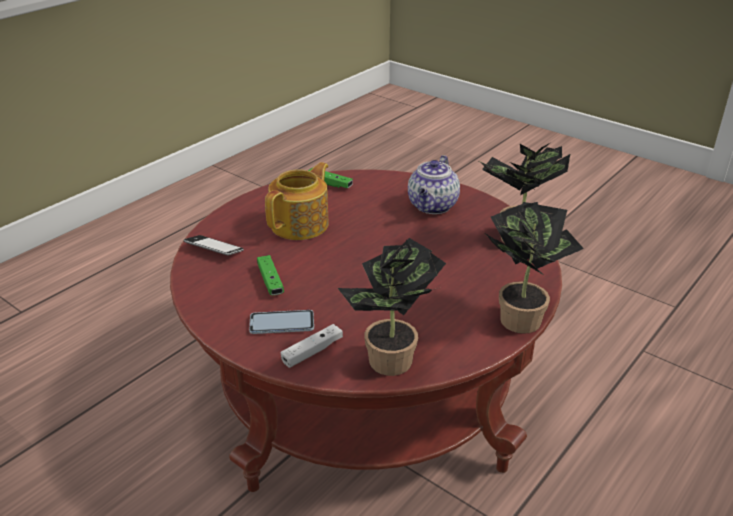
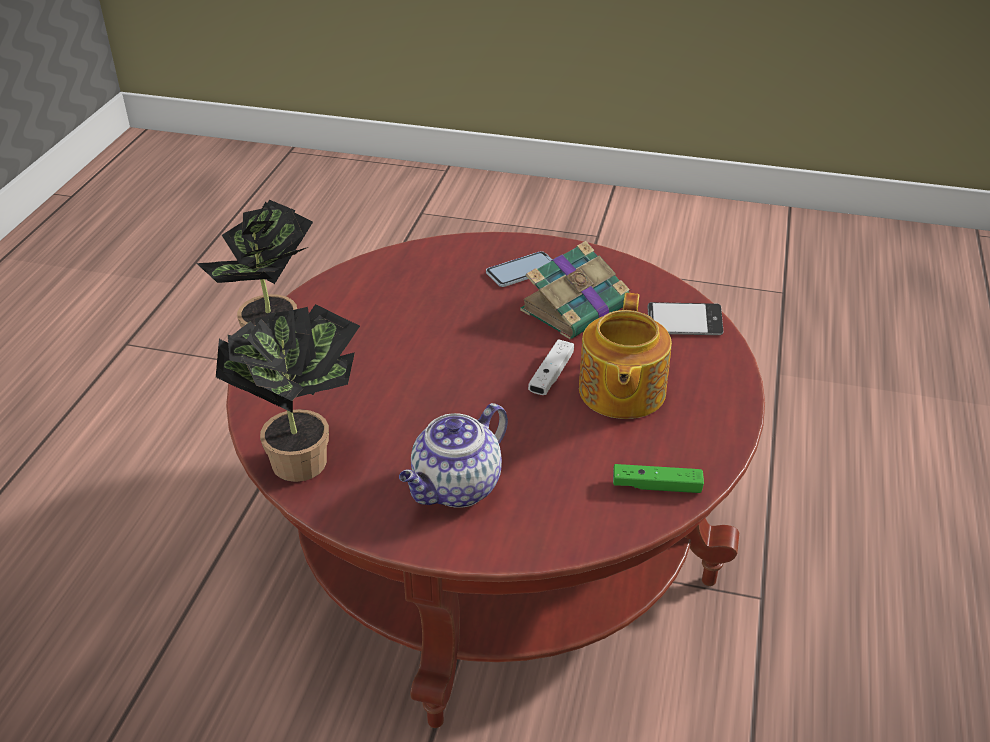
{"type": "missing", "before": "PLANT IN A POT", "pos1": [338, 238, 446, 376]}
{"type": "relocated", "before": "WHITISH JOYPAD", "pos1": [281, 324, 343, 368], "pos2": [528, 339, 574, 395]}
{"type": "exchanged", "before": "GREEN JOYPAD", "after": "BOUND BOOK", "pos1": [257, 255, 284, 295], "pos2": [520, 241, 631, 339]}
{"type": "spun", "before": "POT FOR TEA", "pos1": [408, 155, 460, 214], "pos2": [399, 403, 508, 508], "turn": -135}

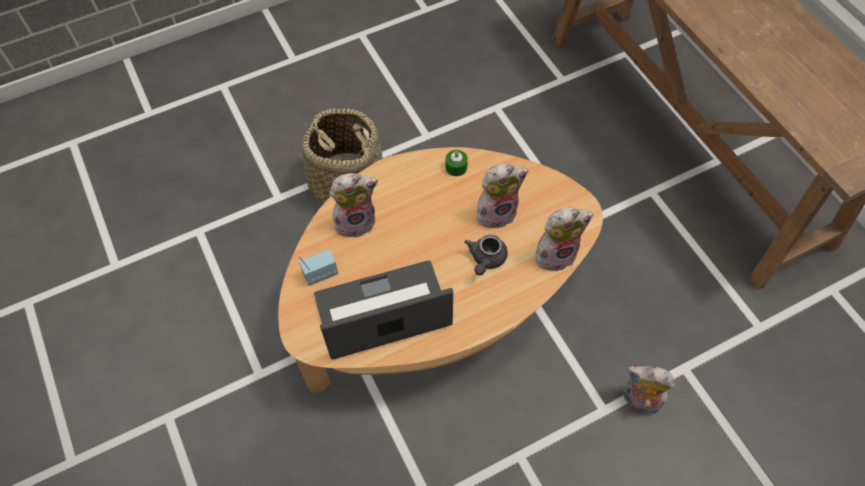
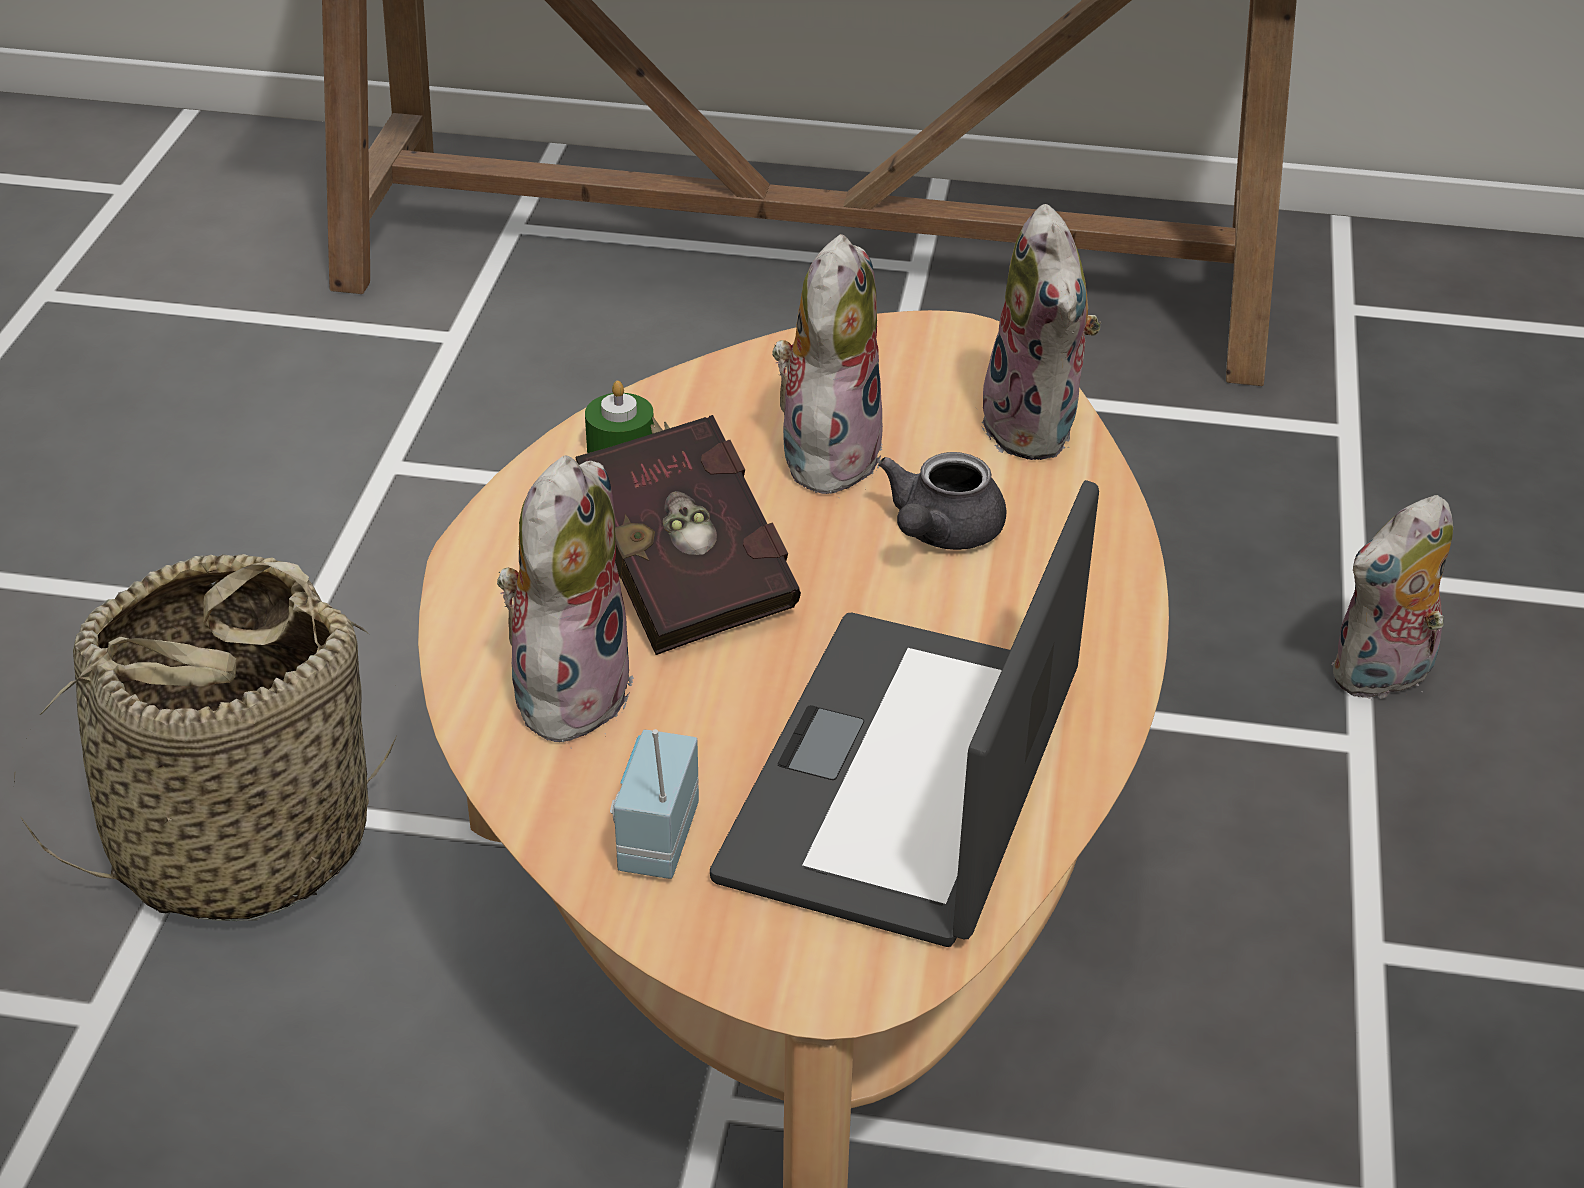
{"type": "appeared", "after": "RED BOUND BOOK", "pos2": [576, 415, 801, 655]}
{"type": "spun", "before": "GREY POT FOR TEA", "pos1": [464, 235, 508, 275], "pos2": [878, 452, 1006, 550], "turn": 60}
{"type": "spun", "before": "SOFT TOY", "pos1": [535, 208, 593, 271], "pos2": [981, 204, 1101, 460], "turn": 150}

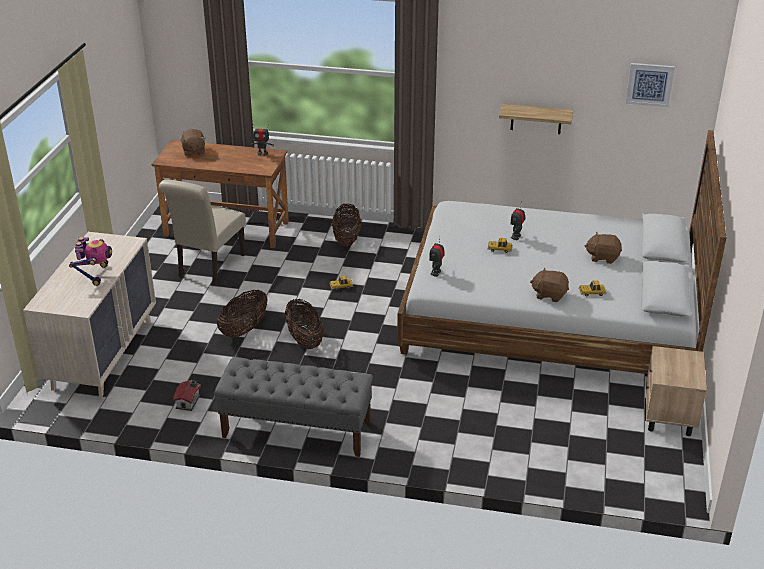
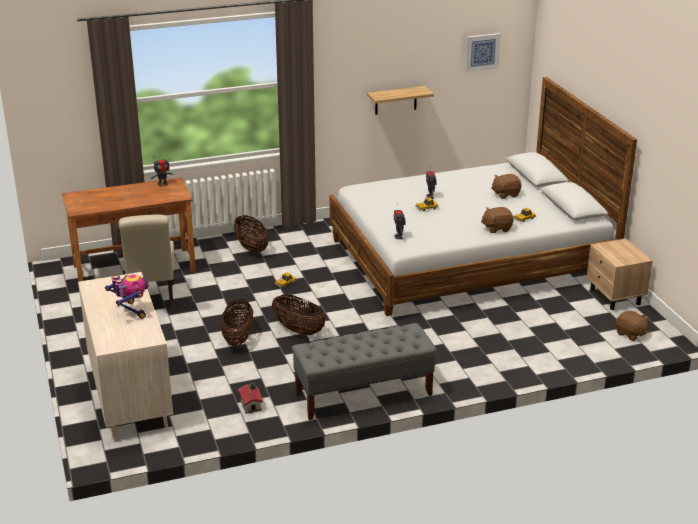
{"type": "relocated", "before": "BROWN SOFT TOY", "pos1": [180, 129, 206, 156], "pos2": [615, 311, 649, 341]}

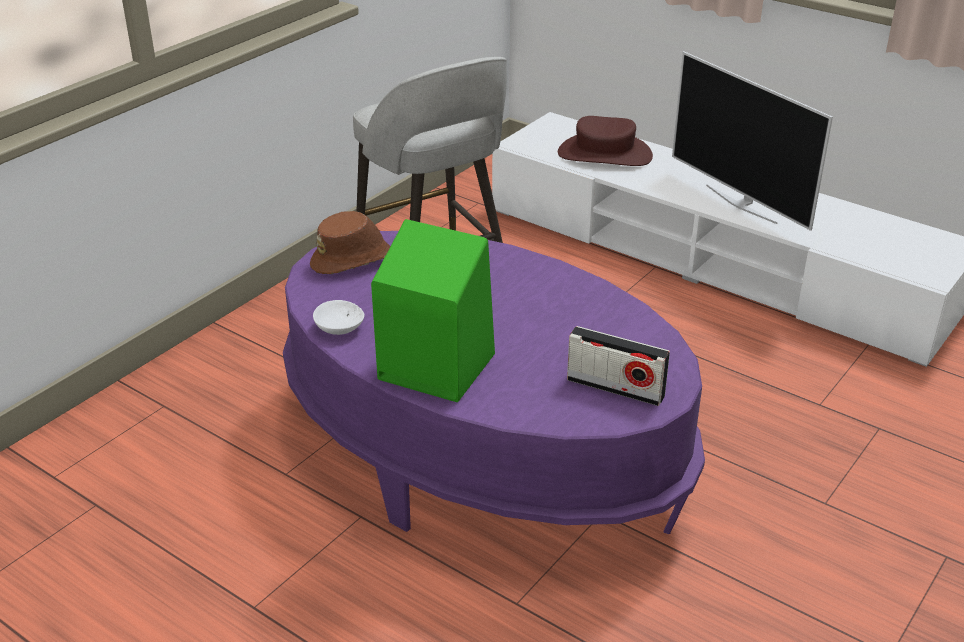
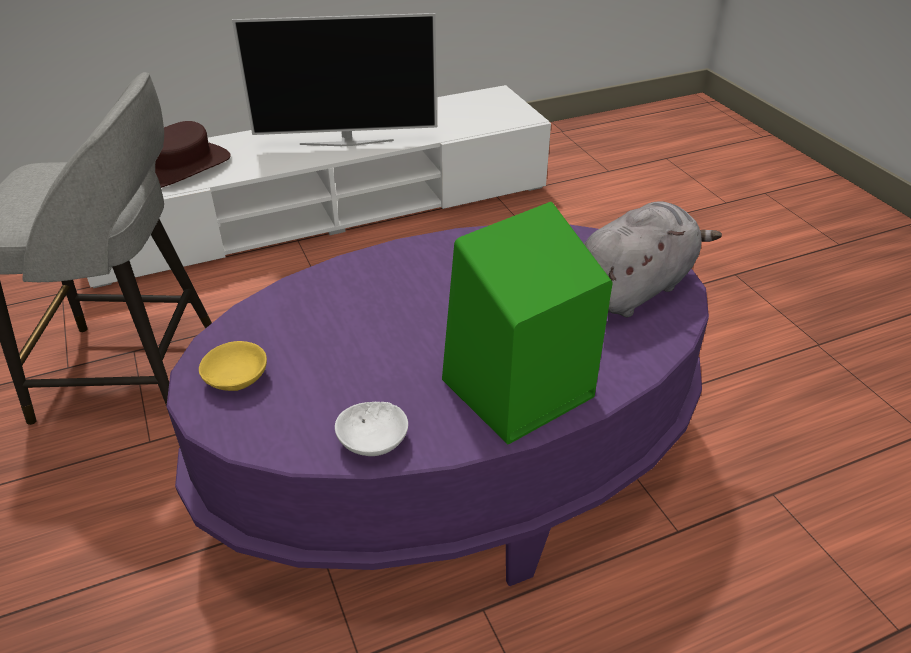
{"type": "exchanged", "before": "BROWN CLOTHING HAT", "after": "YELLOW-COLOURED SERVING BOWL", "pos1": [310, 211, 390, 274], "pos2": [199, 341, 267, 391]}
{"type": "exchanged", "before": "RADIO RECEIVER", "after": "GREY SOFT TOY", "pos1": [567, 326, 670, 406], "pos2": [584, 201, 722, 317]}

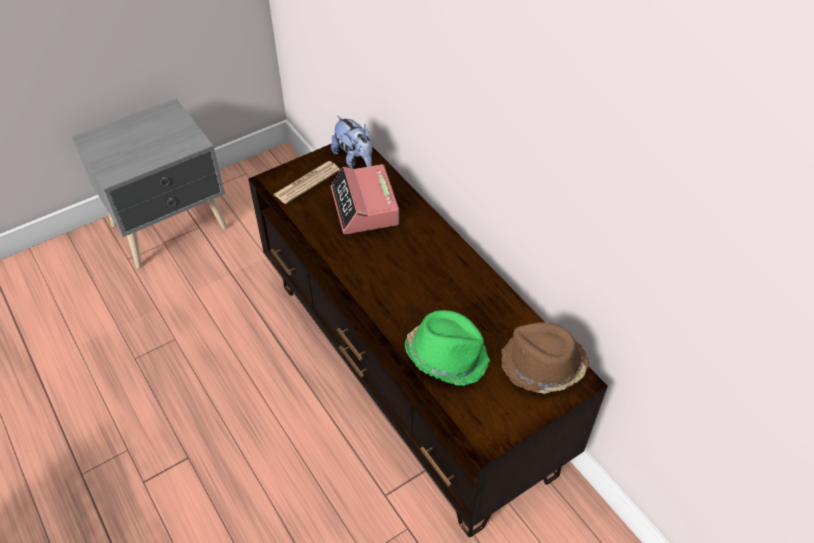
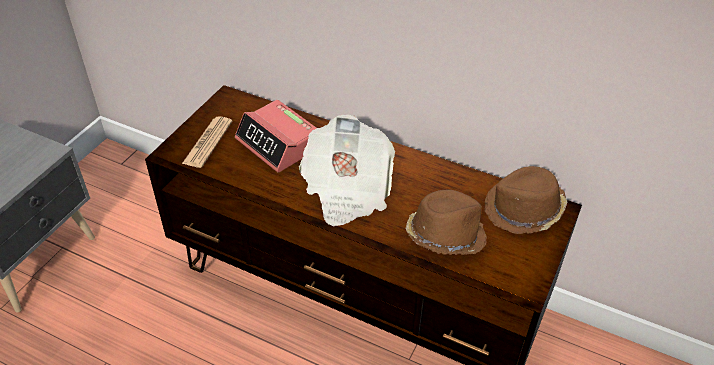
{"type": "missing", "before": "SOFT TOY", "pos1": [331, 115, 372, 169]}
{"type": "appeared", "after": "NEWSPAPER", "pos2": [299, 114, 395, 226]}
{"type": "colour", "before": "GREEN CLOTHING HAT", "after": "BROWN CLOTHING HAT", "pos1": [404, 310, 490, 386], "pos2": [406, 190, 487, 255]}

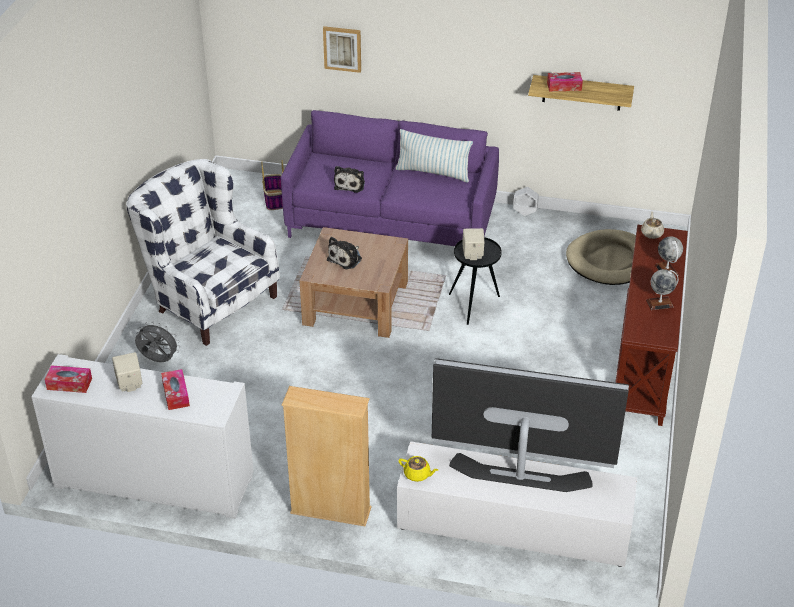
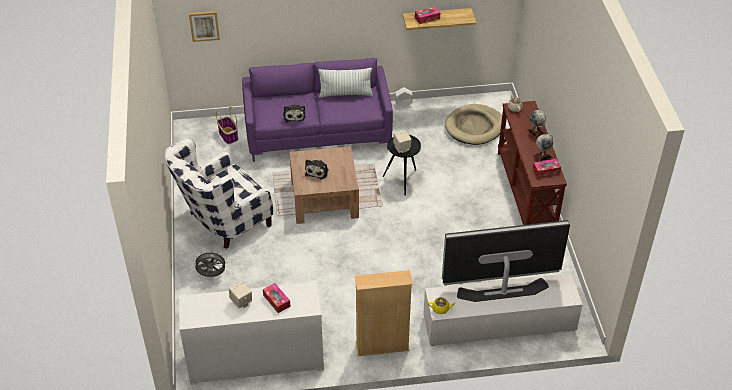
{"type": "relocated", "before": "TISSUE BOX", "pos1": [45, 365, 92, 393], "pos2": [533, 159, 561, 177]}
{"type": "relocated", "before": "WALL PICTURE", "pos1": [323, 26, 361, 73], "pos2": [189, 11, 220, 42]}
{"type": "spun", "before": "WHITISH ARMCHAIR", "pos1": [126, 159, 280, 346], "pos2": [165, 139, 273, 249], "turn": -60}

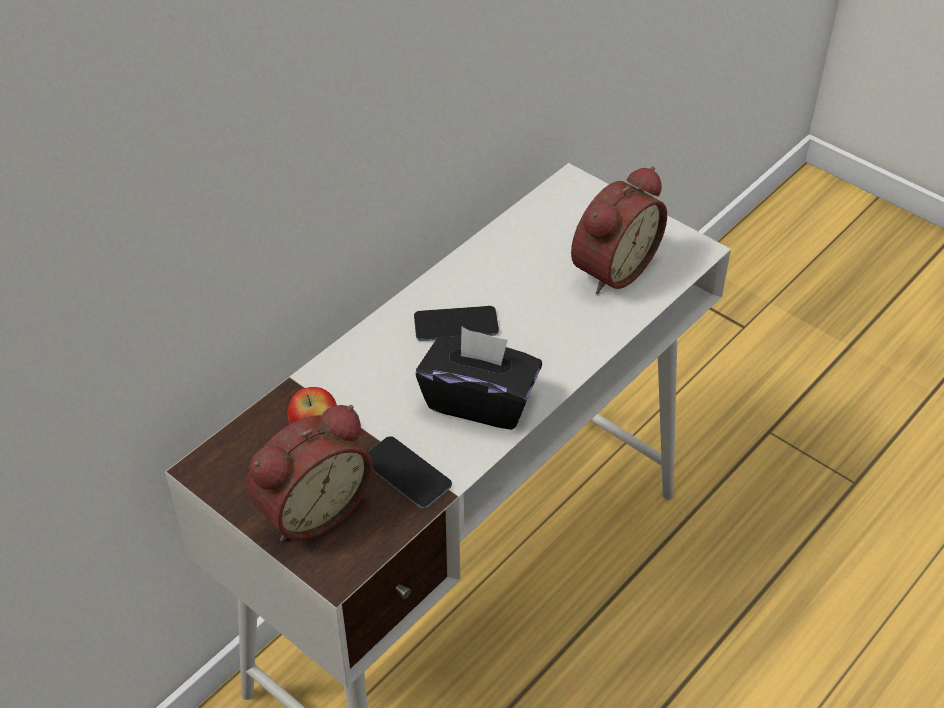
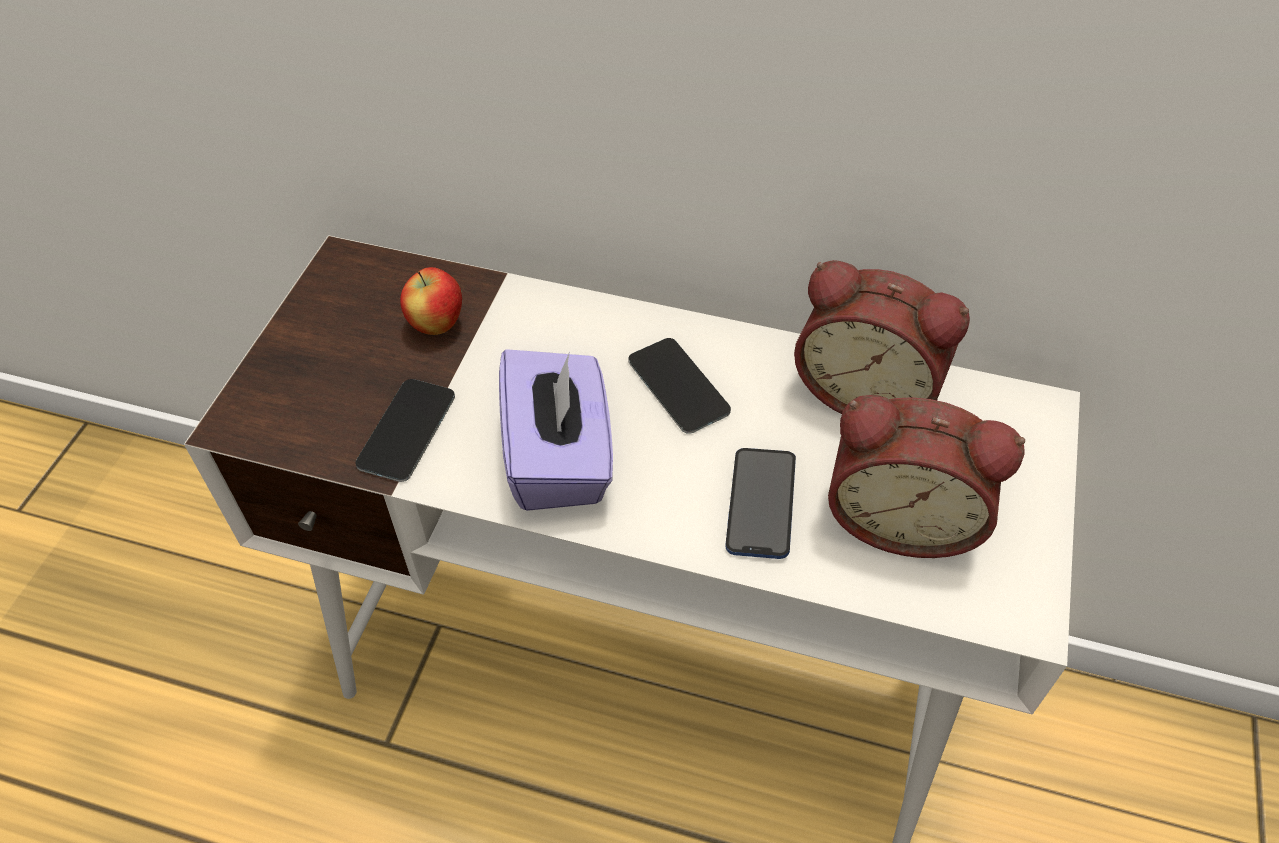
{"type": "appeared", "after": "TELEPHONE", "pos2": [726, 448, 796, 559]}
{"type": "relocated", "before": "BEDSIDE CLOCK", "pos1": [246, 405, 373, 542], "pos2": [794, 260, 970, 414]}
{"type": "colour", "before": "BLACKISH TISSUE BOX", "after": "PURPLISH TISSUE BOX", "pos1": [416, 327, 542, 430], "pos2": [499, 349, 613, 511]}

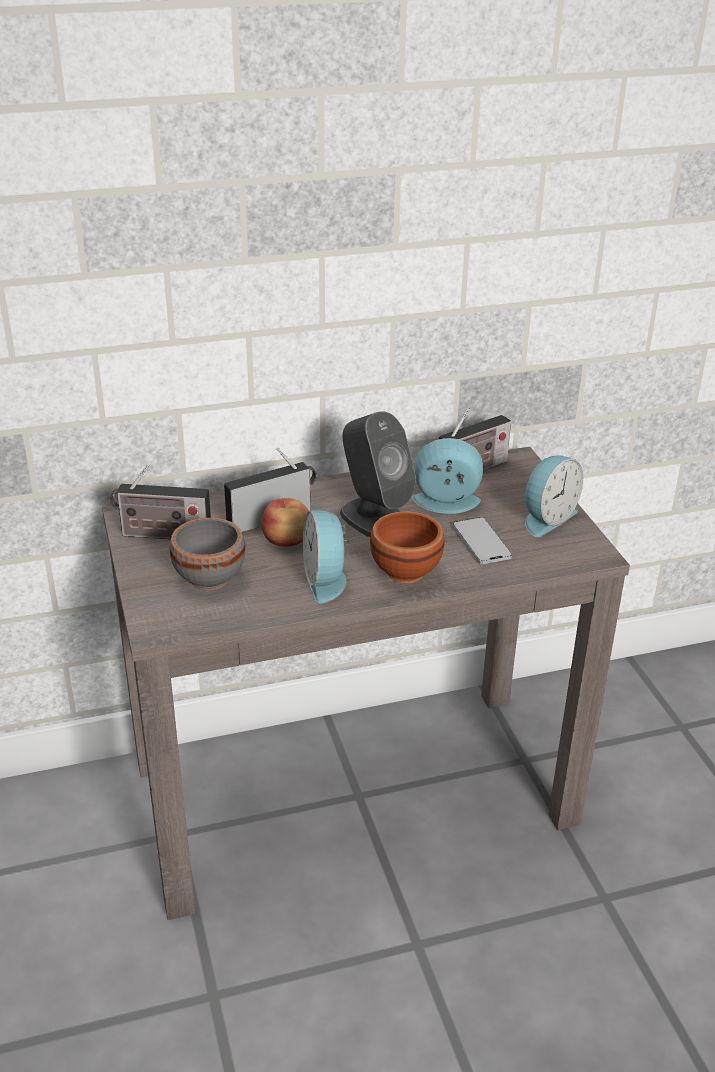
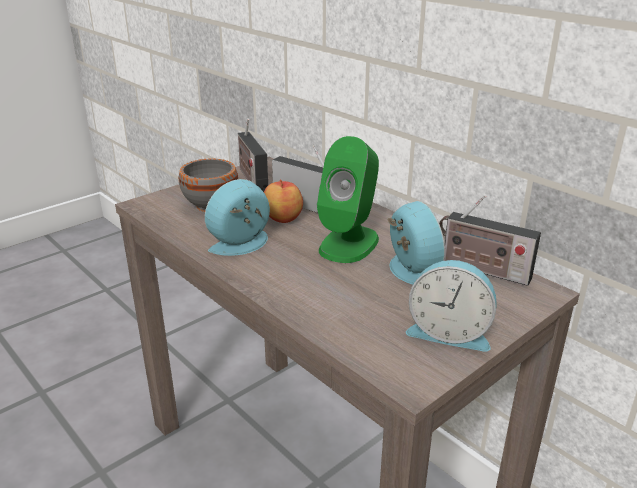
{"type": "missing", "before": "BROWN SERVING BOWL", "pos1": [370, 511, 445, 583]}
{"type": "missing", "before": "TELEPHONE", "pos1": [452, 517, 512, 564]}
{"type": "colour", "before": "GREY AUDIO SPEAKER", "after": "GREEN AUDIO SPEAKER", "pos1": [340, 411, 416, 537], "pos2": [317, 136, 379, 263]}

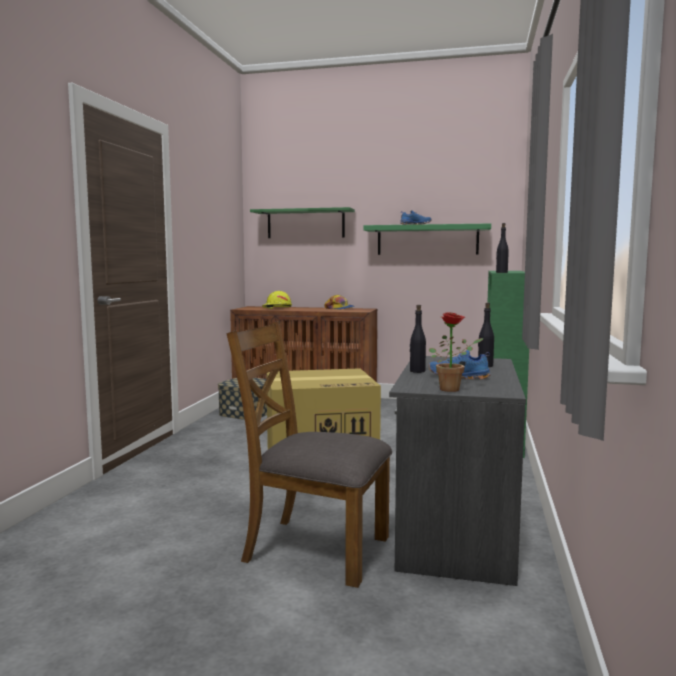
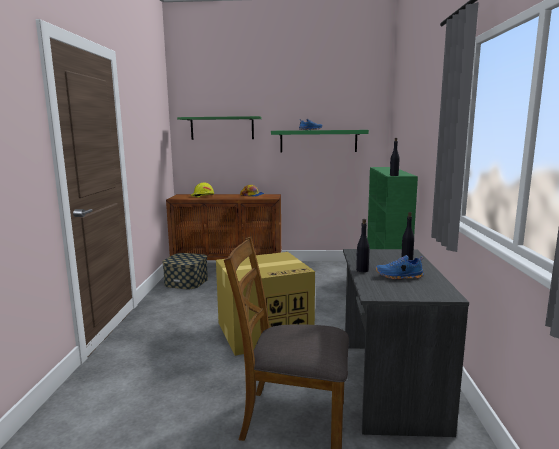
{"type": "missing", "before": "PLANT IN A POT", "pos1": [429, 312, 484, 392]}

